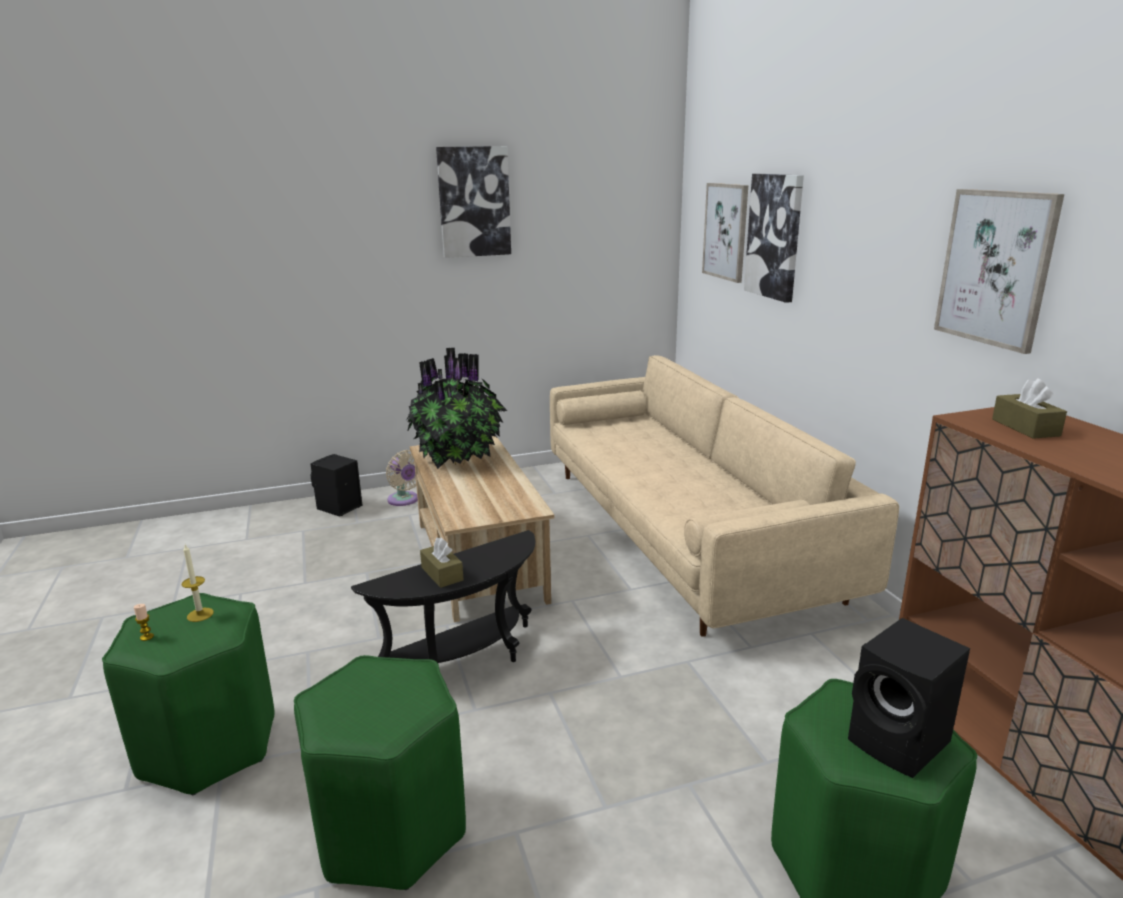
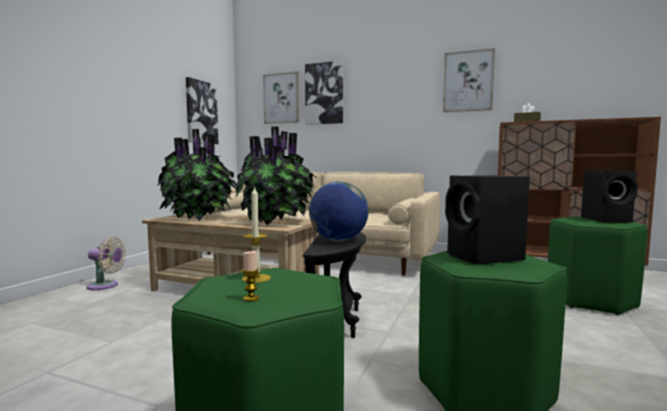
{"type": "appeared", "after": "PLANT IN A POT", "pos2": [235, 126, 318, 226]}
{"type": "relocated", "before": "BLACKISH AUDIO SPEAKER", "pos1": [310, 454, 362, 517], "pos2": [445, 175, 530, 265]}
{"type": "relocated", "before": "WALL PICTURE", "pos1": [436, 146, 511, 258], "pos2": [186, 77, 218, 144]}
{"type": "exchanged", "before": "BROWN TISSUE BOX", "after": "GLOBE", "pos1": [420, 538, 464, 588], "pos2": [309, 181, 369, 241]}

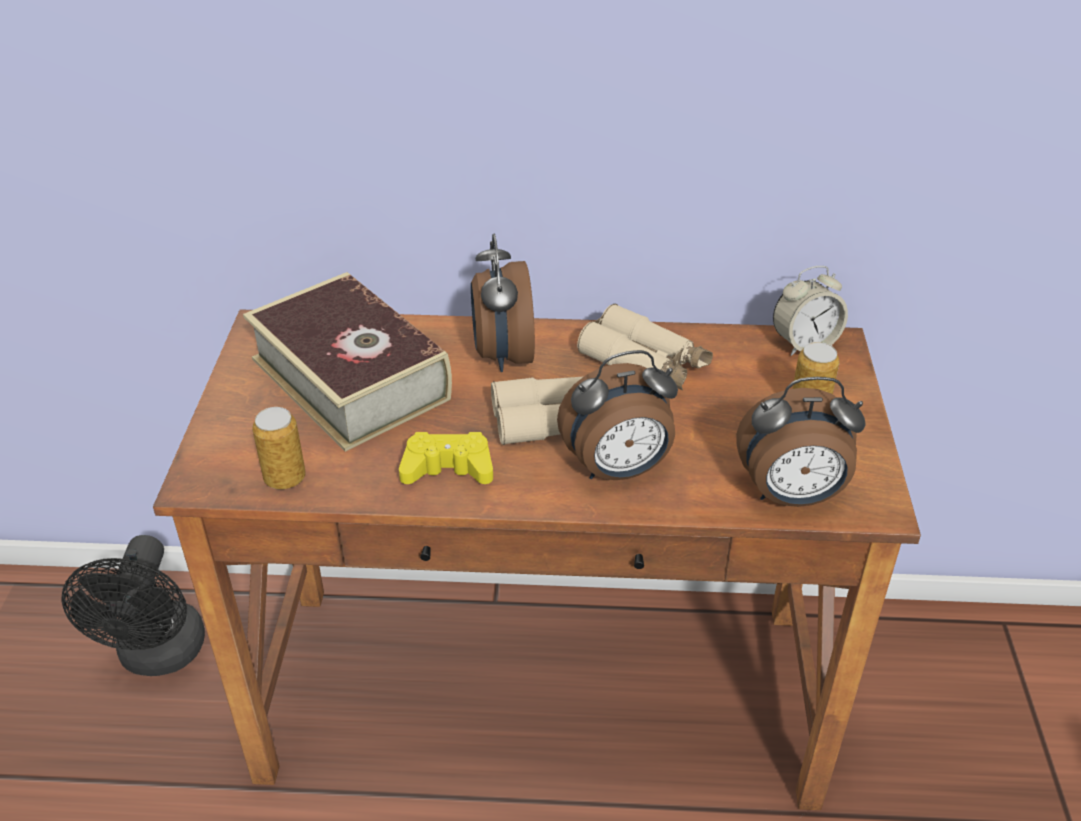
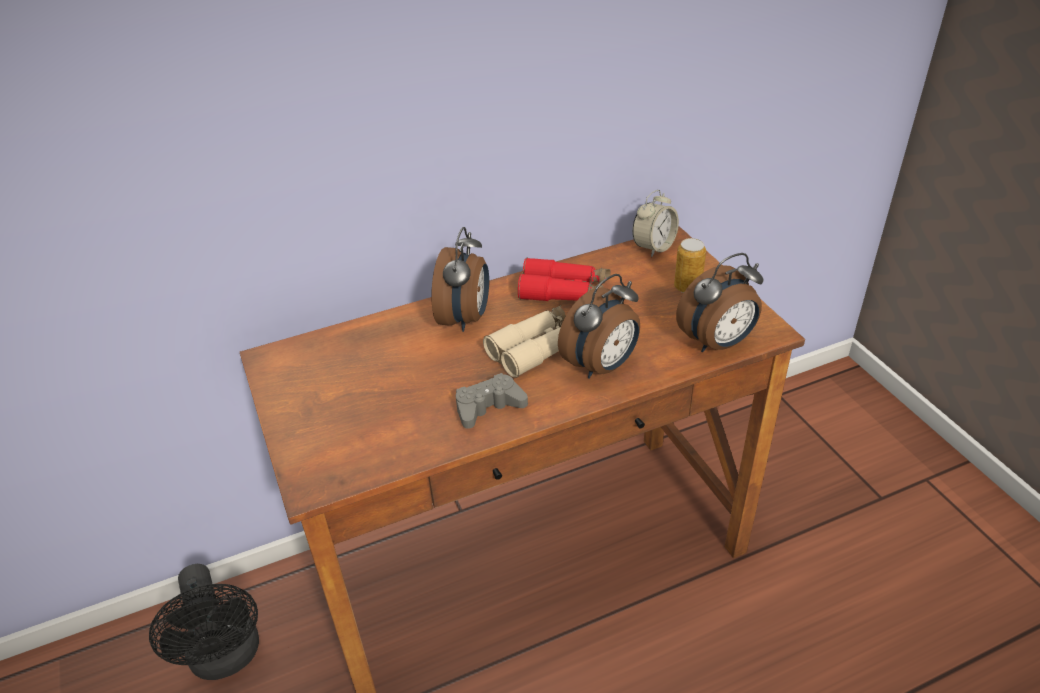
{"type": "missing", "before": "BOUND BOOK", "pos1": [243, 272, 452, 452]}
{"type": "missing", "before": "SEALED CAN", "pos1": [252, 407, 306, 489]}
{"type": "colour", "before": "YELLOW-COLOURED JOYPAD", "after": "GREY JOYPAD", "pos1": [399, 432, 493, 484], "pos2": [456, 373, 528, 429]}
{"type": "colour", "before": "BEIGE-COLOURED BINOCULARS", "after": "RED BINOCULARS", "pos1": [577, 304, 713, 390], "pos2": [518, 258, 611, 301]}
{"type": "spun", "before": "BEDSIDE CLOCK", "pos1": [471, 234, 535, 372], "pos2": [431, 227, 489, 332], "turn": -135}

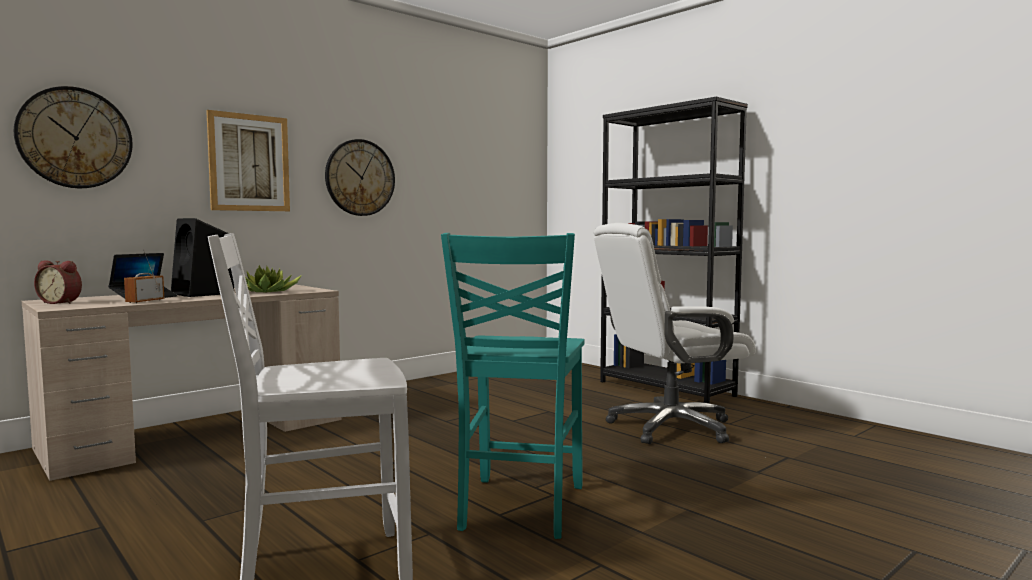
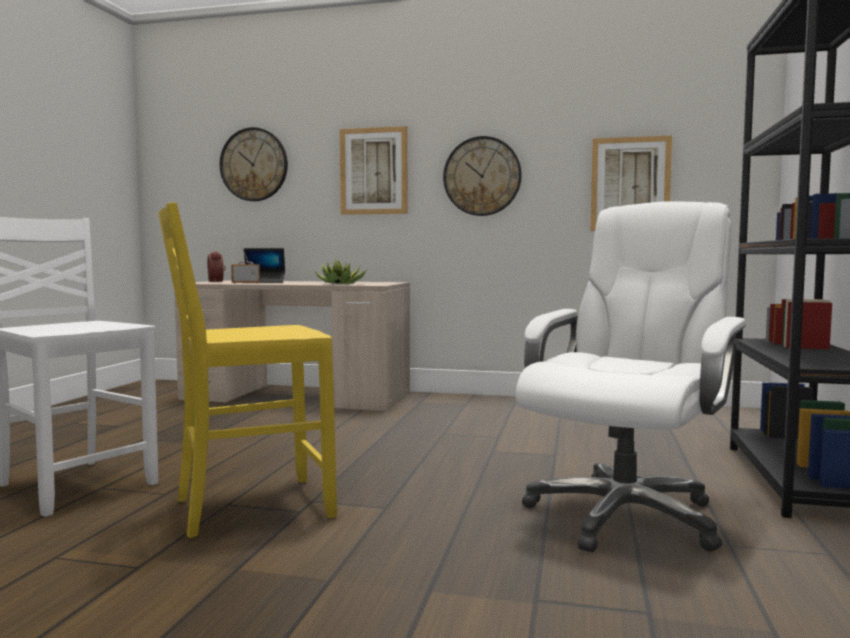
{"type": "missing", "before": "BLACKISH AUDIO SPEAKER", "pos1": [171, 218, 234, 297]}
{"type": "appeared", "after": "WALL PICTURE", "pos2": [590, 135, 672, 231]}
{"type": "colour", "before": "TURQUOISE-COLOURED UPRIGHT CHAIR", "after": "YELLOW-COLOURED UPRIGHT CHAIR", "pos1": [441, 233, 585, 539], "pos2": [158, 202, 337, 538]}
{"type": "spun", "before": "WHITISH DESK CHAIR", "pos1": [594, 223, 756, 444], "pos2": [516, 201, 746, 552], "turn": 90}

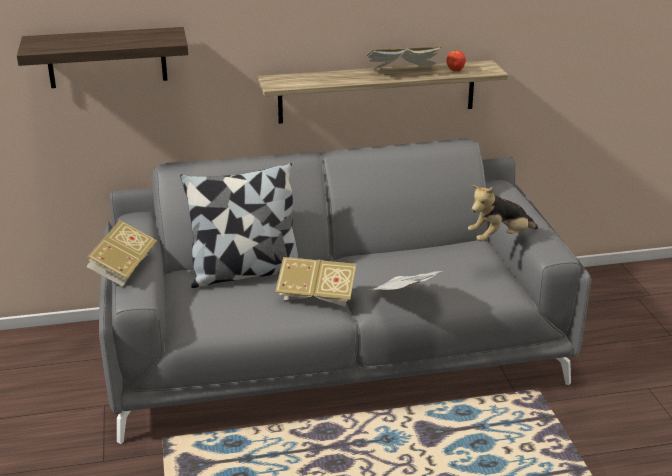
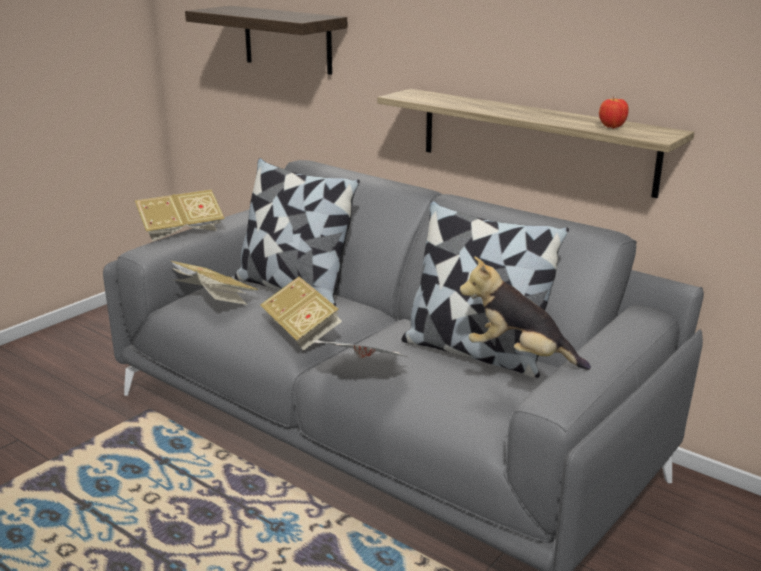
{"type": "appeared", "after": "THROW PILLOW", "pos2": [401, 201, 569, 378]}
{"type": "relocated", "before": "BOUND BOOK", "pos1": [366, 47, 442, 70], "pos2": [171, 261, 259, 305]}

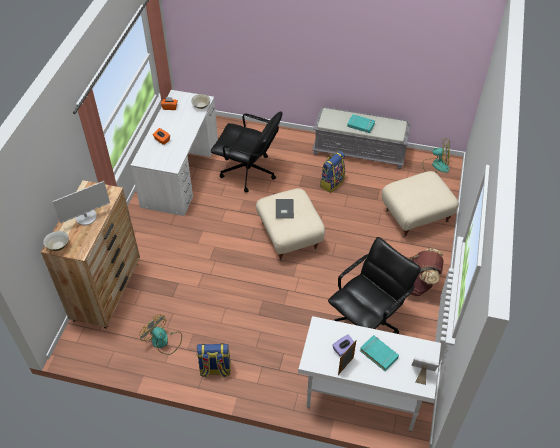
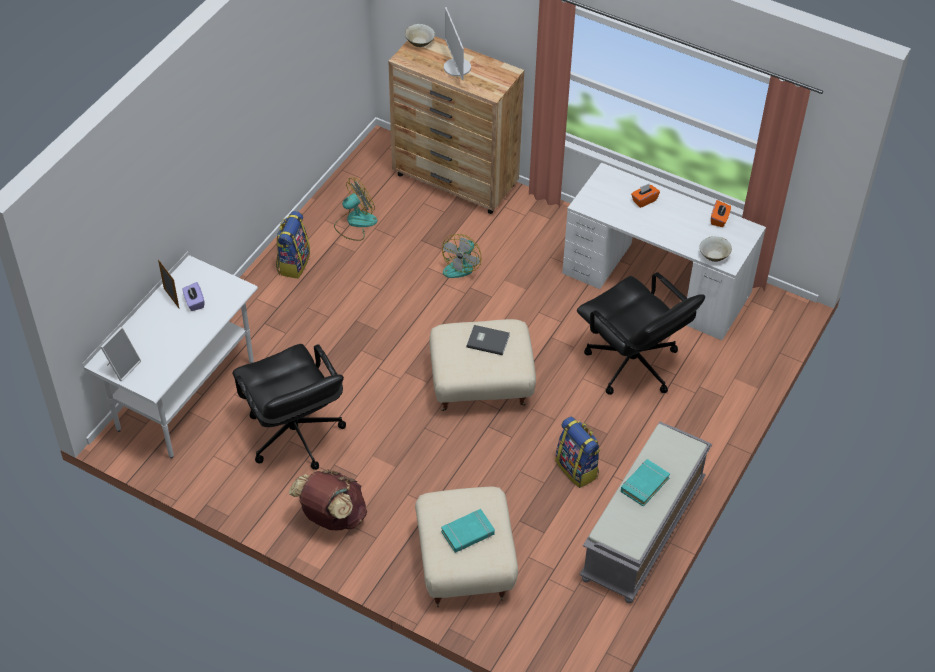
{"type": "relocated", "before": "TURQUOISE-COLOURED BOUND BOOK", "pos1": [360, 335, 399, 371], "pos2": [441, 509, 495, 553]}
{"type": "relocated", "before": "FAN", "pos1": [422, 138, 450, 173], "pos2": [442, 234, 481, 278]}
{"type": "spun", "before": "BLACKISH DESK CHAIR", "pos1": [211, 111, 282, 192], "pos2": [577, 272, 705, 395], "turn": -75}

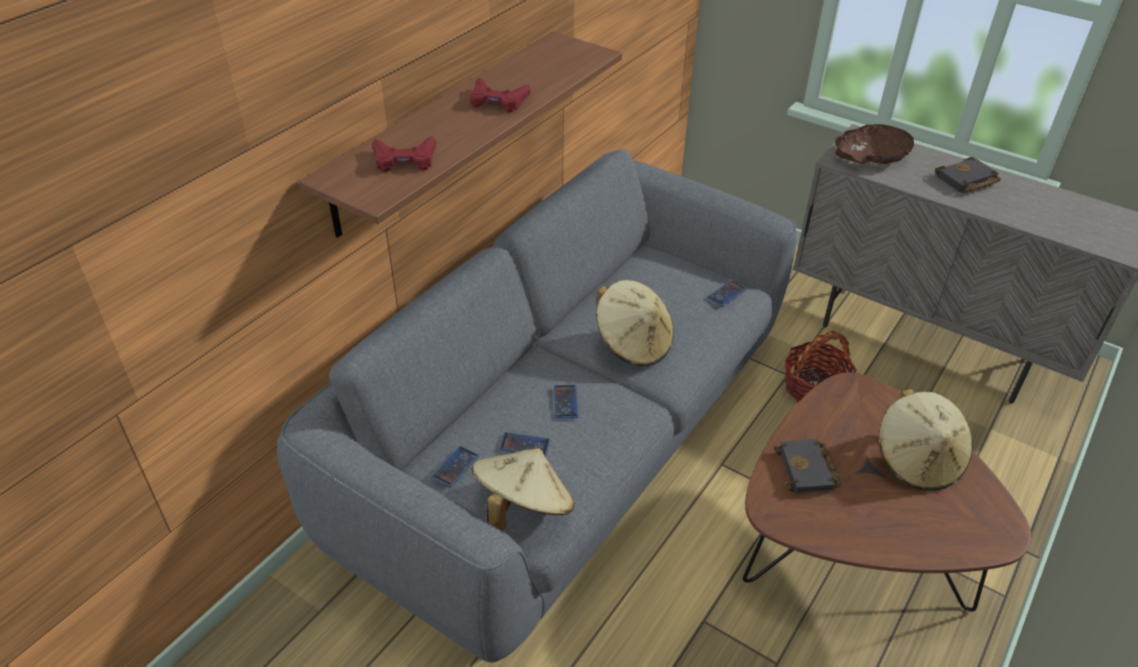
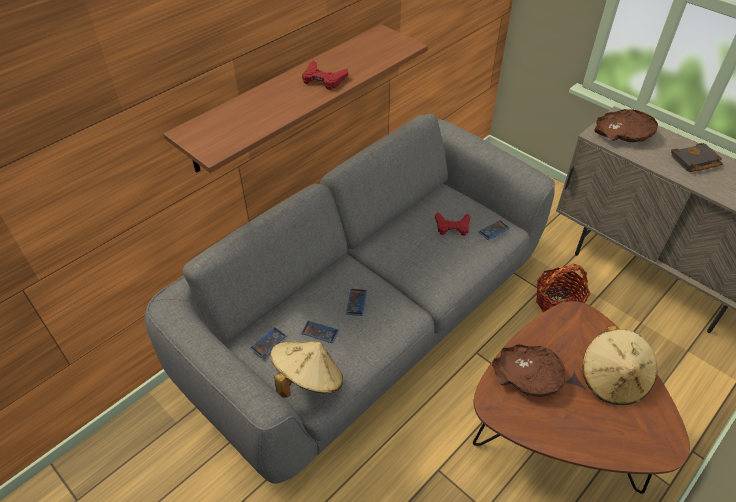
{"type": "missing", "before": "BEIGE-COLOURED CLOTHING HAT", "pos1": [596, 280, 674, 367]}
{"type": "relocated", "before": "RED JOYPAD", "pos1": [372, 136, 437, 172], "pos2": [435, 213, 471, 236]}
{"type": "exchanged", "before": "BLACKISH BOUND BOOK", "after": "BROWN SERVING BOWL", "pos1": [774, 439, 841, 494], "pos2": [492, 345, 565, 397]}

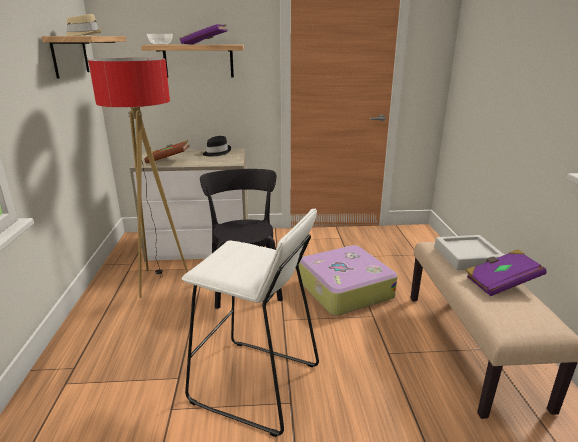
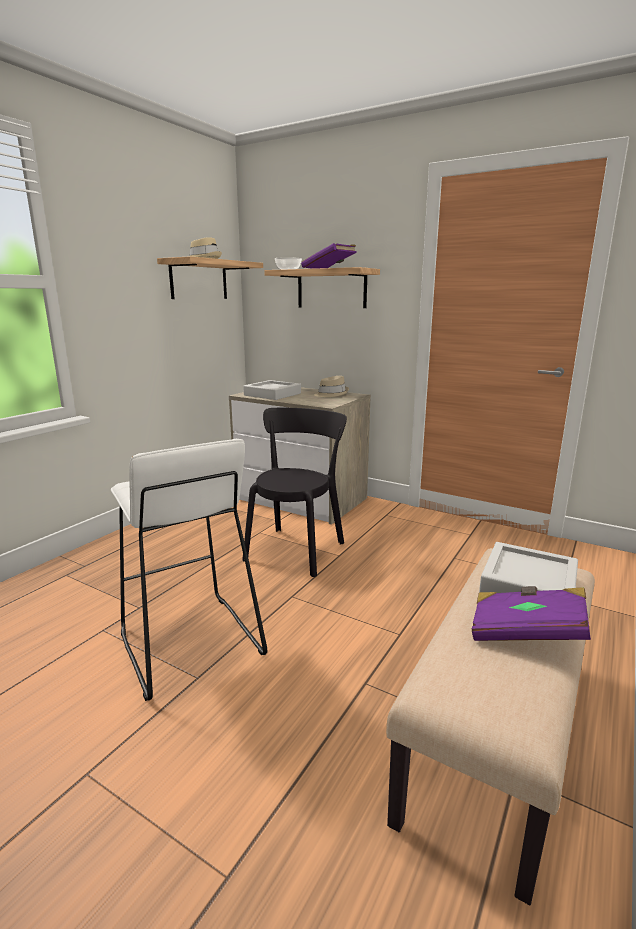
{"type": "missing", "before": "STANDING LAMP", "pos1": [88, 58, 188, 298]}
{"type": "missing", "before": "TRAVEL CASE", "pos1": [299, 245, 398, 315]}
{"type": "exchanged", "before": "BROWN BOUND BOOK", "after": "GREY SERVING TRAY", "pos1": [144, 140, 190, 164], "pos2": [243, 380, 301, 400]}
{"type": "colour", "before": "BLACKISH CLOTHING HAT", "after": "BEIGE-COLOURED CLOTHING HAT", "pos1": [203, 136, 231, 156], "pos2": [314, 376, 349, 397]}

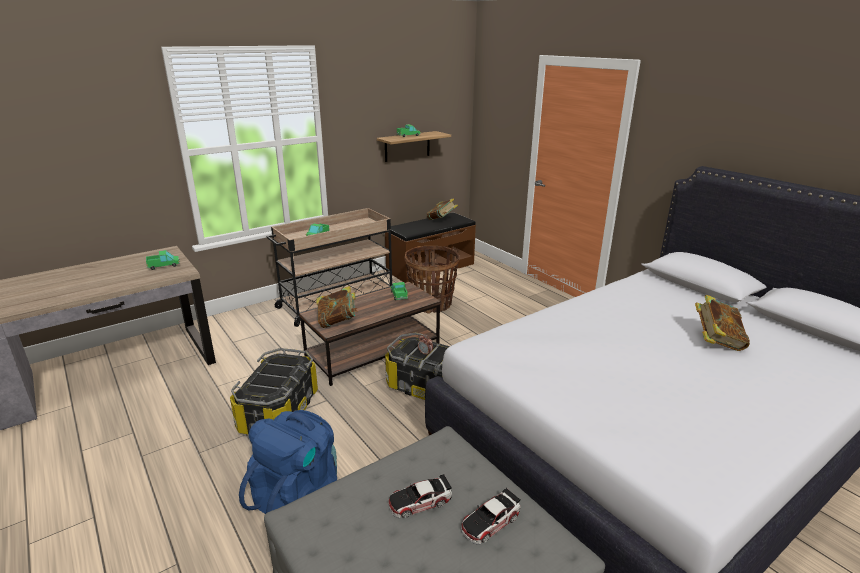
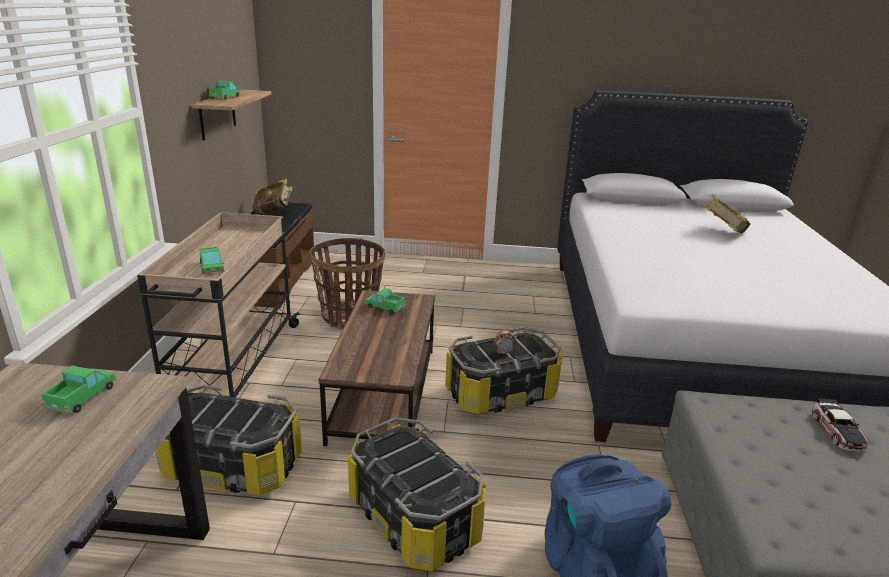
{"type": "missing", "before": "BOUND BOOK", "pos1": [316, 286, 358, 328]}
{"type": "missing", "before": "TOY CAR", "pos1": [389, 474, 452, 518]}
{"type": "appeared", "after": "STORAGE BOX", "pos2": [155, 385, 302, 495]}

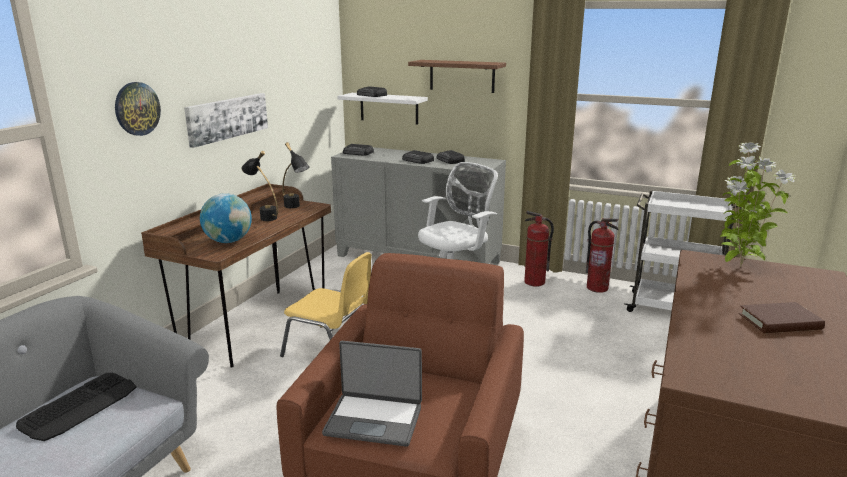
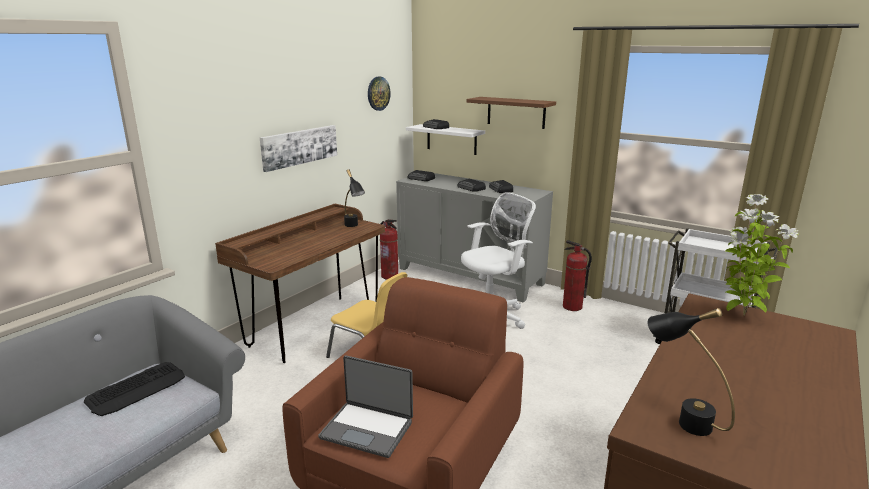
{"type": "missing", "before": "GLOBE", "pos1": [200, 193, 252, 243]}
{"type": "missing", "before": "BROWN BOUND BOOK", "pos1": [739, 302, 825, 333]}
{"type": "relocated", "before": "HANGING CLOCK", "pos1": [115, 82, 161, 136], "pos2": [368, 77, 391, 111]}
{"type": "relocated", "before": "BLACKISH TABLETOP LAMP", "pos1": [242, 151, 278, 221], "pos2": [647, 308, 735, 436]}
{"type": "relocated", "before": "EXTINGUISHER", "pos1": [586, 218, 619, 293], "pos2": [380, 219, 398, 280]}

